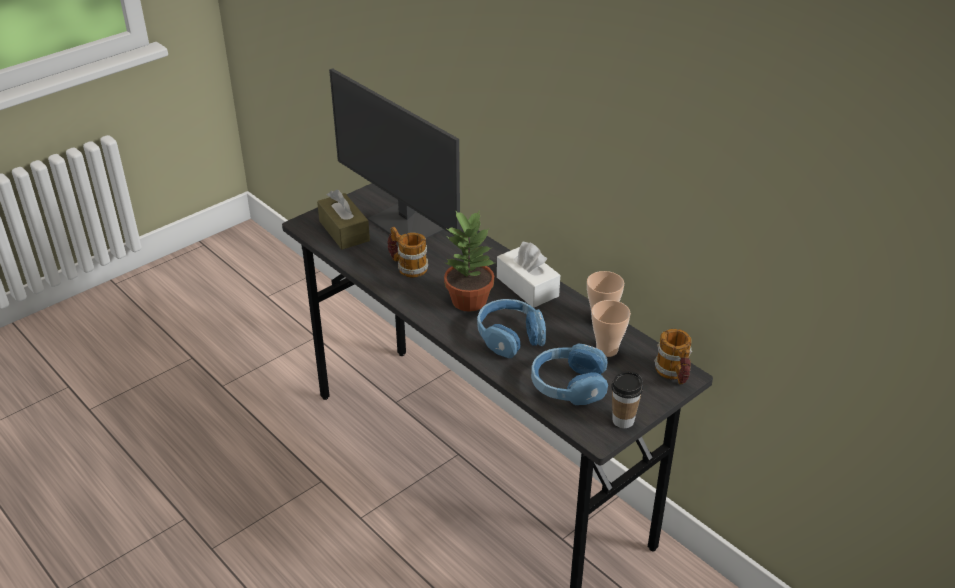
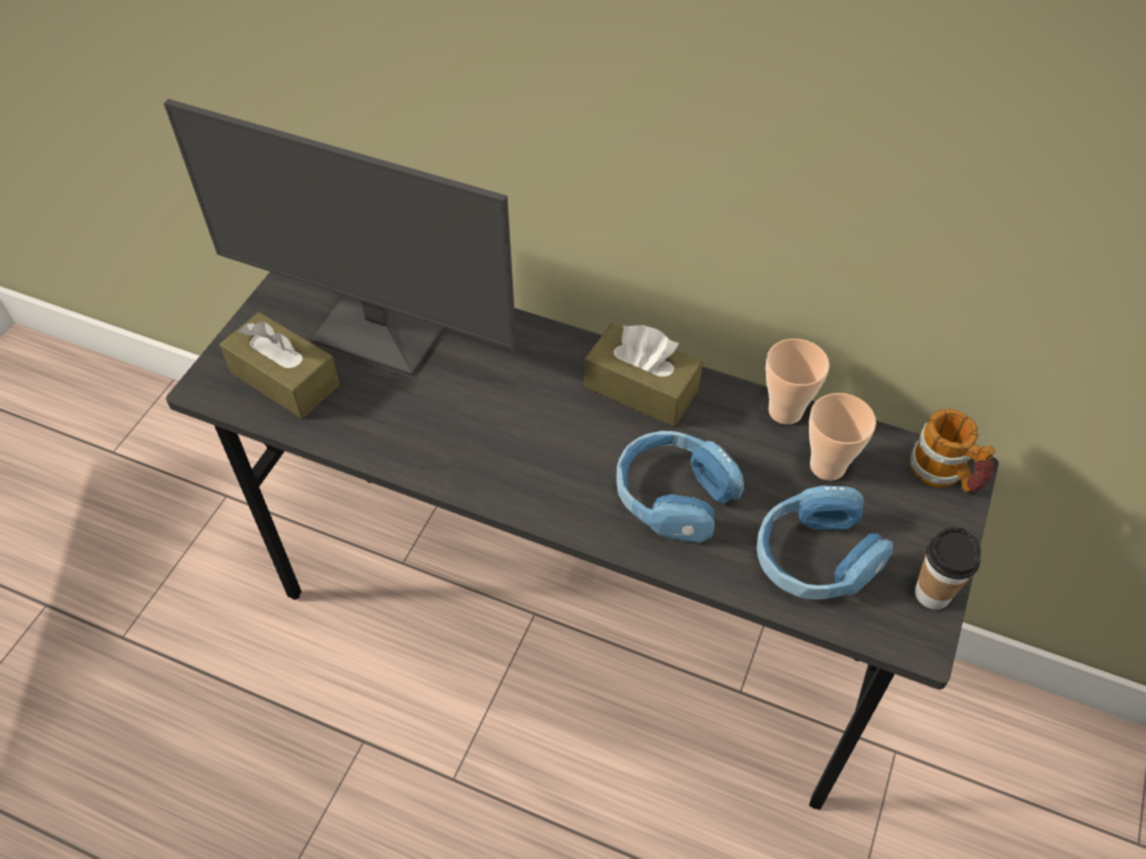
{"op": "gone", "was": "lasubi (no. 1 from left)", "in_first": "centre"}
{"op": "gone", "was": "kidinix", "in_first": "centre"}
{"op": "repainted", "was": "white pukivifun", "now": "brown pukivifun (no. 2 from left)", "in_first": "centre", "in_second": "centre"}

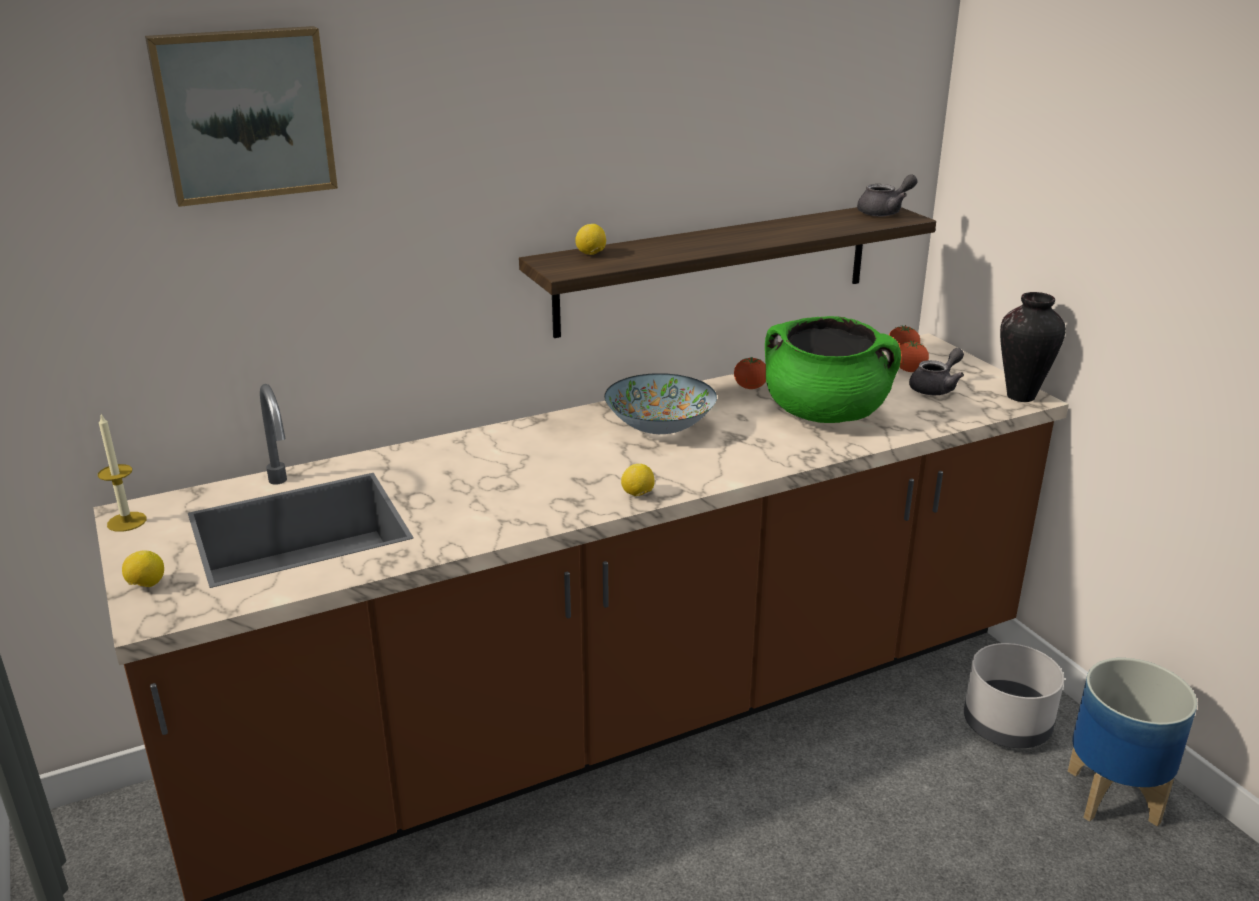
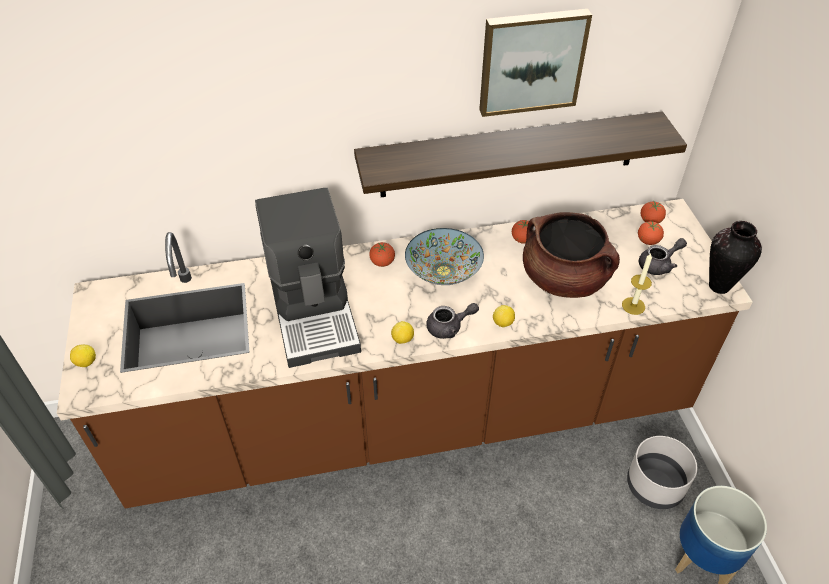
{"op": "new", "now": "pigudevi", "in_second": "centre"}
{"op": "new", "now": "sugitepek (no. 1 from left)", "in_second": "centre"}
{"op": "shifted", "was": "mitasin", "in_first": "middle left", "in_second": "middle right"}
{"op": "shifted", "was": "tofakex", "in_first": "top left", "in_second": "top centre"}
{"op": "shifted", "was": "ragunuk (no. 2 from left in the first image)", "now": "ragunuk (no. 3 from left)", "in_first": "top centre", "in_second": "centre"}
{"op": "shifted", "was": "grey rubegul (no. 1 from left)", "in_first": "top right", "in_second": "centre"}
{"op": "repainted", "was": "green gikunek", "now": "brown gikunek", "in_first": "centre", "in_second": "middle right"}

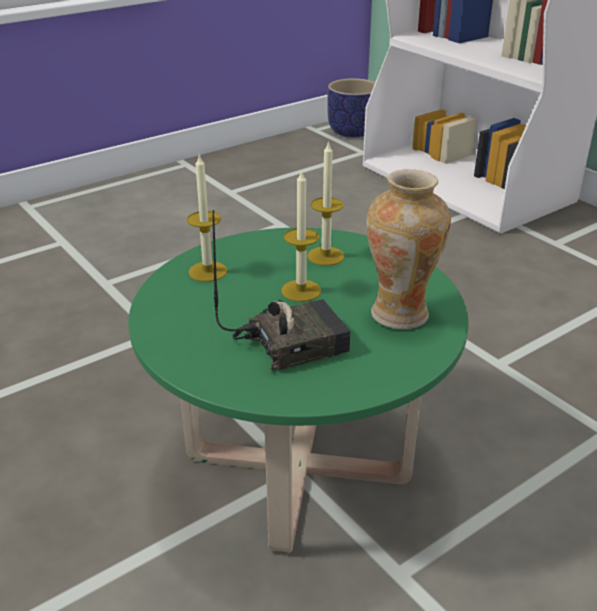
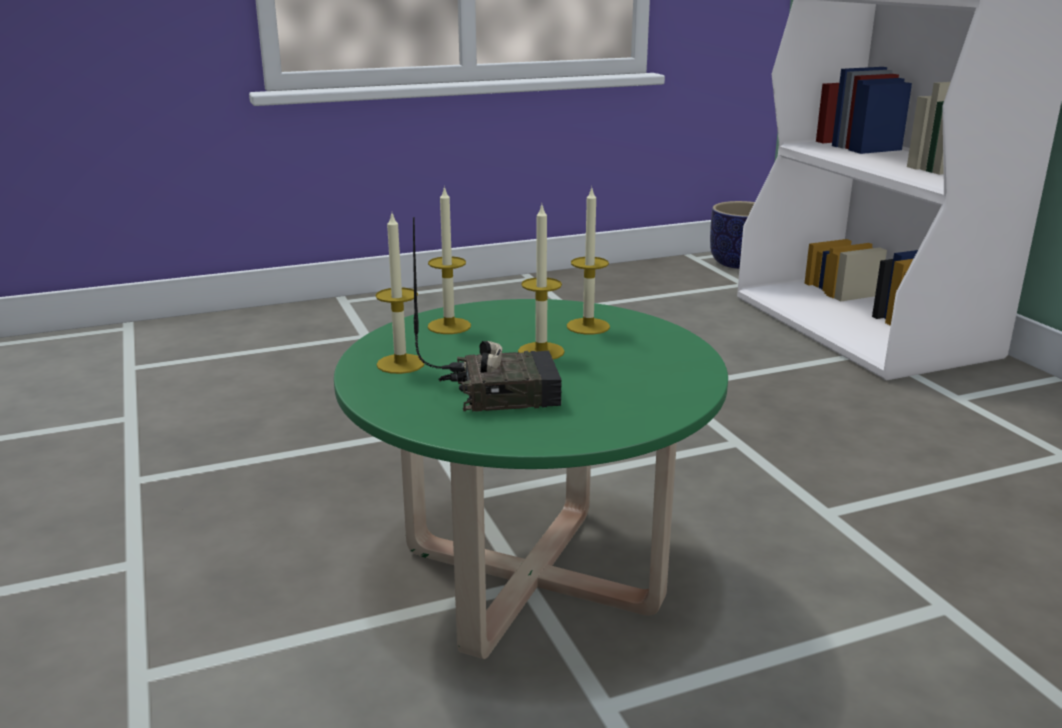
{"op": "gone", "was": "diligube", "in_first": "middle right"}
{"op": "new", "now": "mitasin (no. 1 from left)", "in_second": "centre"}

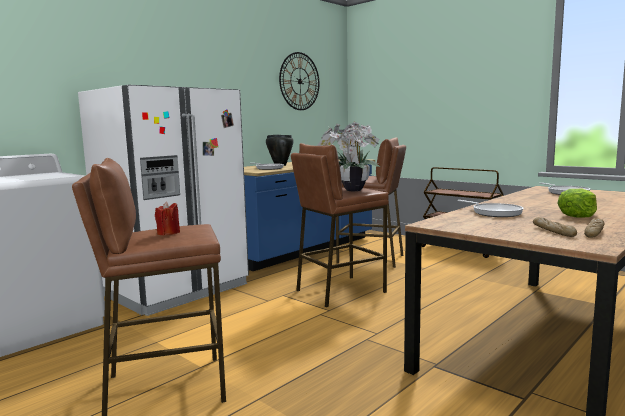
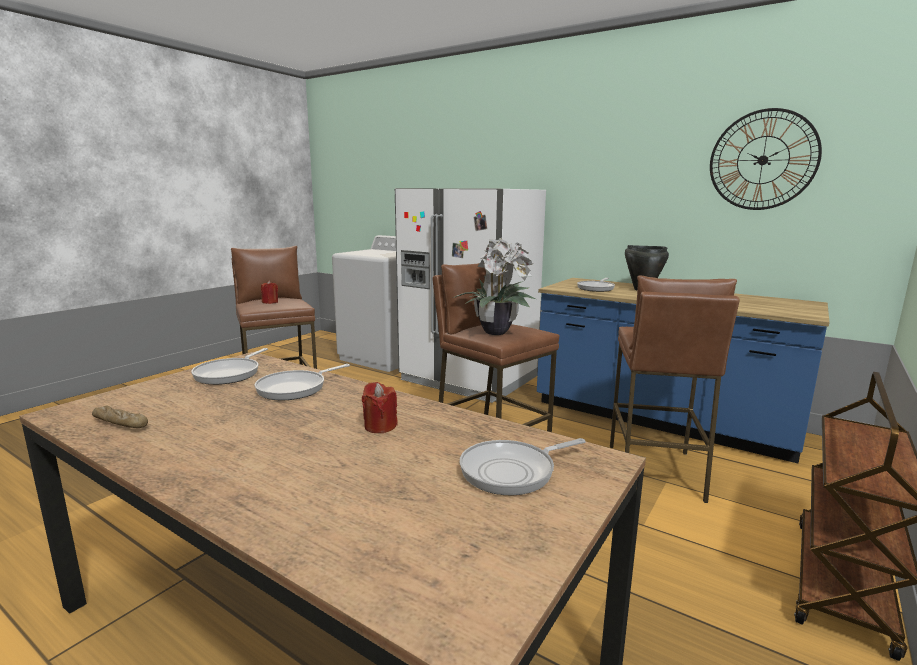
{"op": "gone", "was": "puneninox (no. 1 from left)", "in_first": "middle right"}
{"op": "gone", "was": "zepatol", "in_first": "middle right"}
{"op": "new", "now": "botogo (no. 1 from left)", "in_second": "middle left"}
{"op": "new", "now": "red mitasin (no. 2 from left)", "in_second": "centre"}

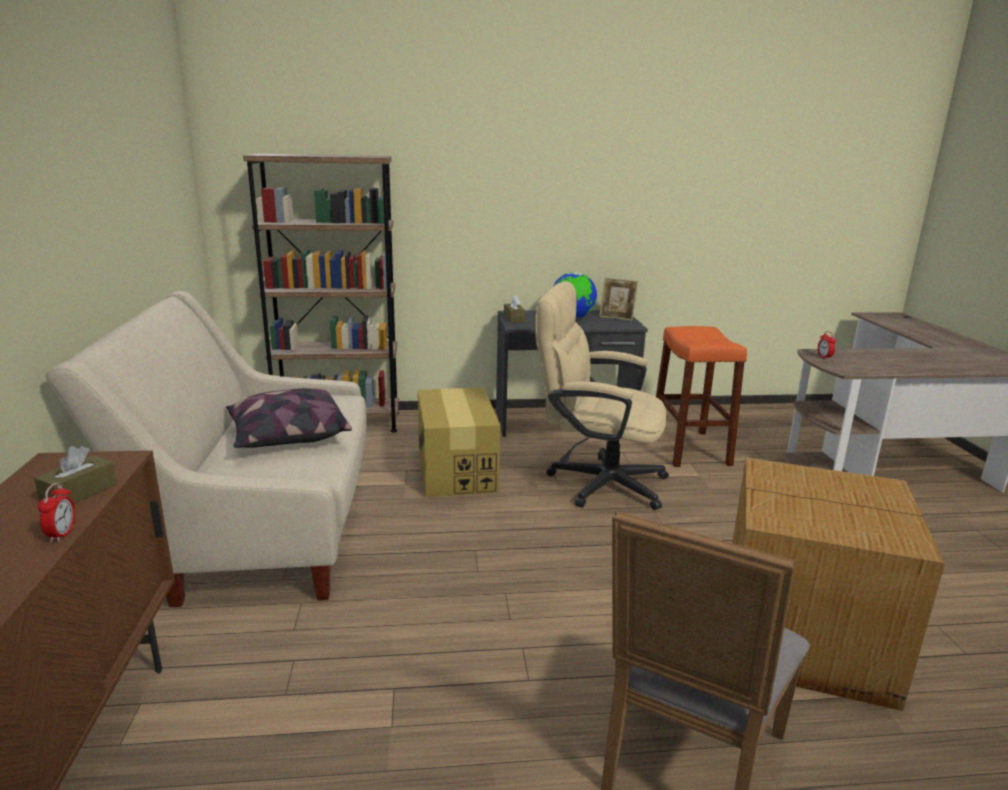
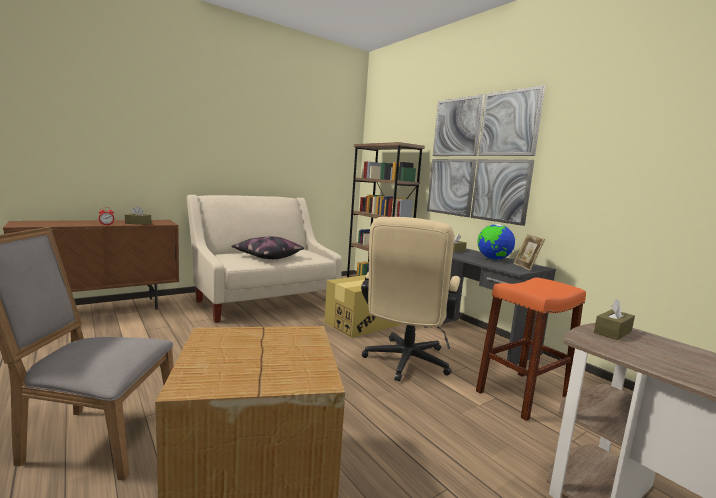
{"op": "new", "now": "tofakex", "in_second": "top right"}
{"op": "swapped", "was": "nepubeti (no. 2 from left)", "now": "brown pukivifun (no. 3 from left)", "in_first": "middle right", "in_second": "middle right"}
{"op": "rotated", "was": "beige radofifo", "in_first": "centre", "in_second": "centre", "clockwise": -150}

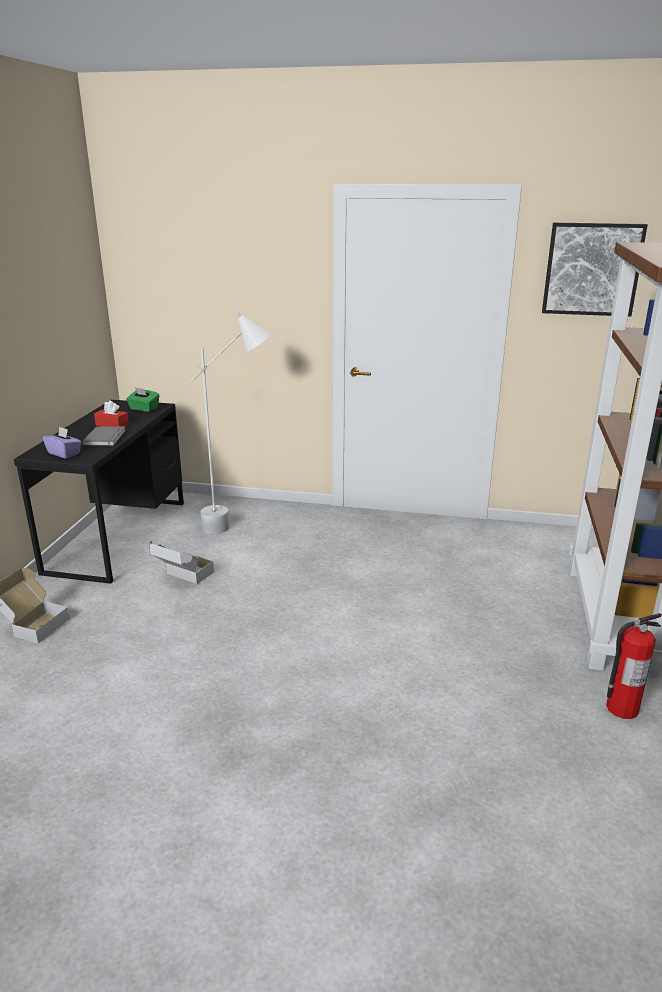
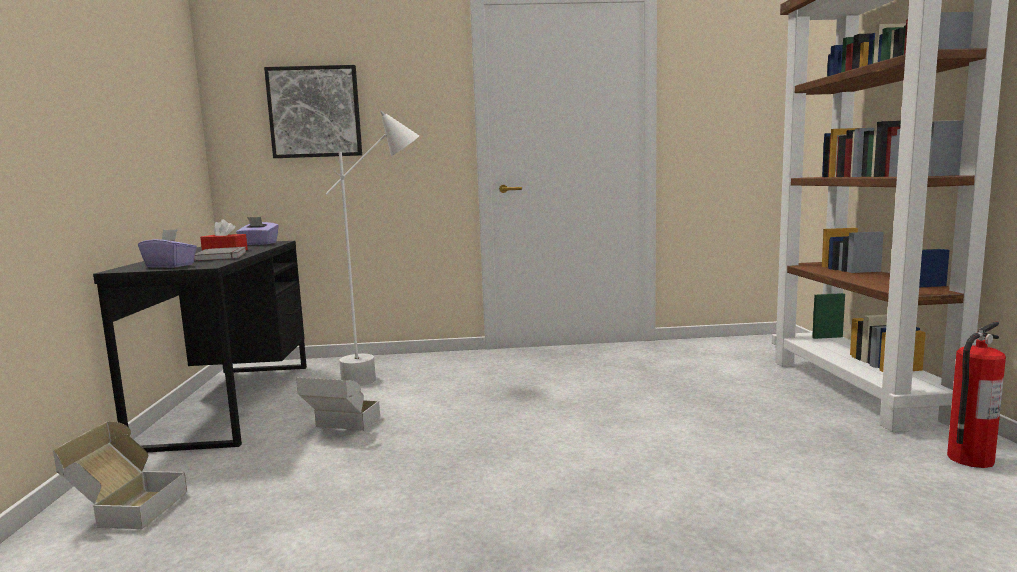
{"op": "shifted", "was": "tofakex", "in_first": "top right", "in_second": "top left"}
{"op": "repainted", "was": "green pukivifun", "now": "purple pukivifun (no. 2 from left)", "in_first": "middle left", "in_second": "middle left"}

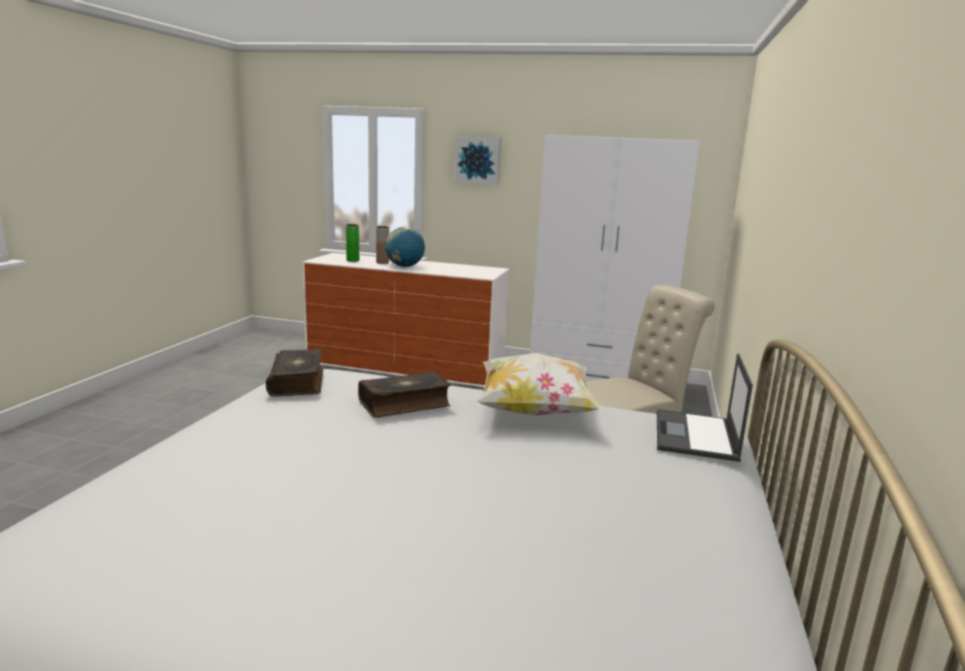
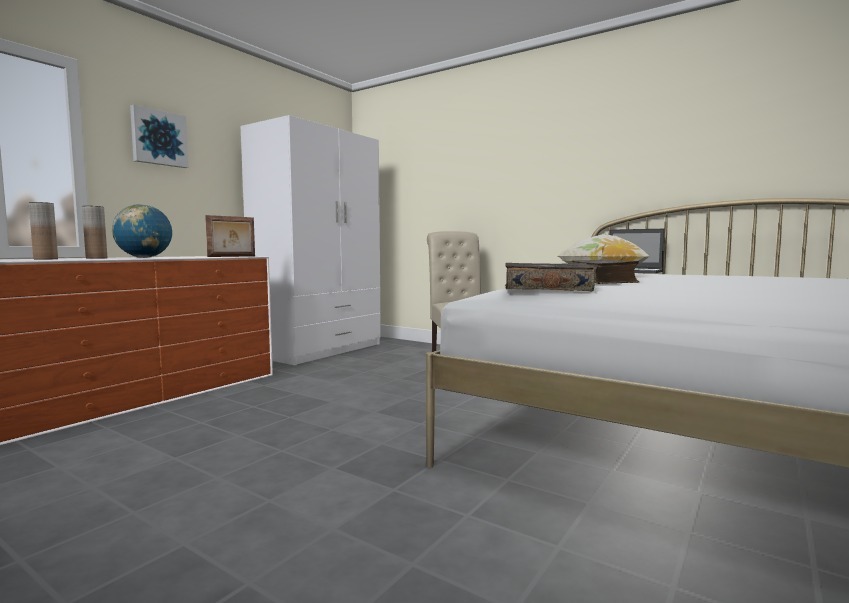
{"op": "new", "now": "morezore", "in_second": "middle left"}
{"op": "repainted", "was": "green diligube", "now": "brown diligube (no. 1 from left)", "in_first": "centre", "in_second": "middle left"}

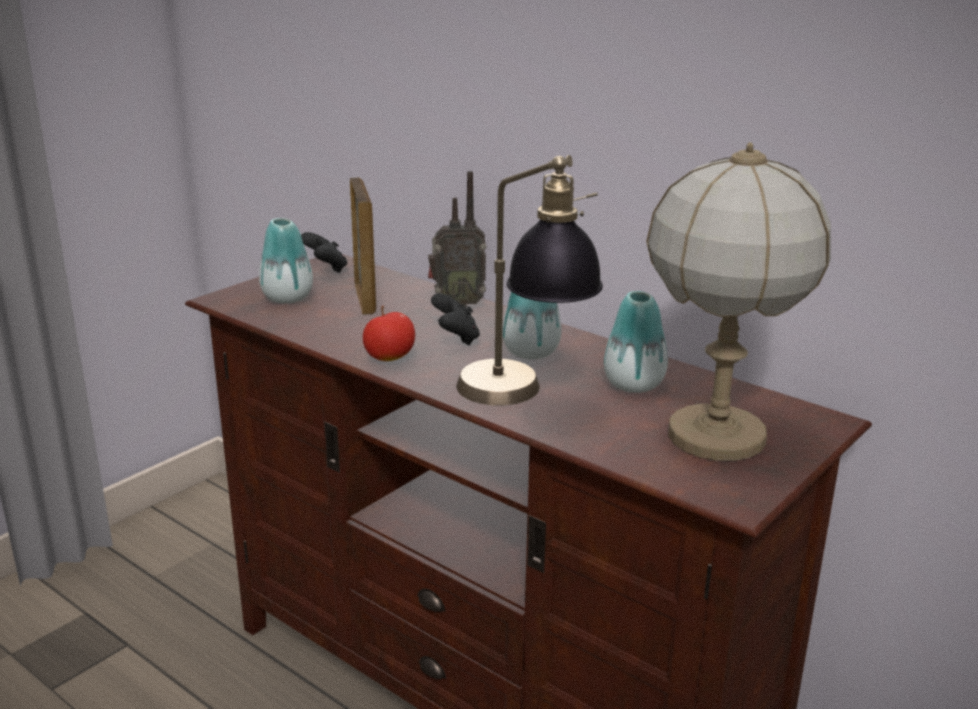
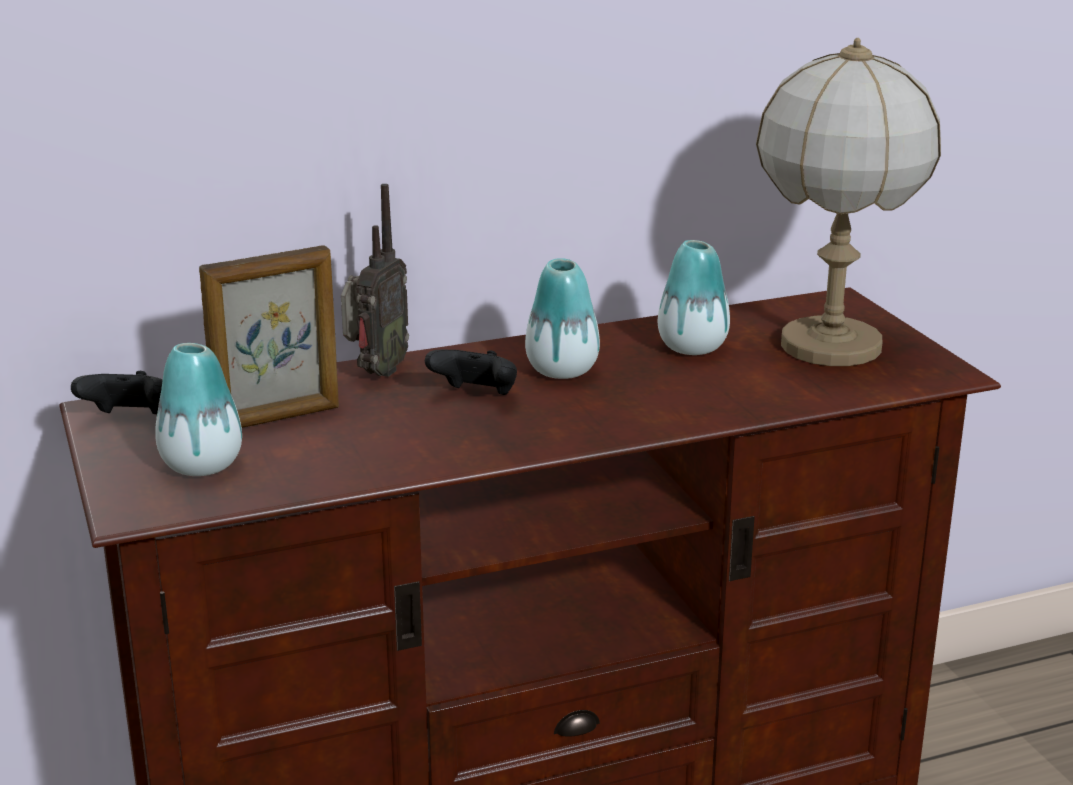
{"op": "gone", "was": "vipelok", "in_first": "centre"}
{"op": "gone", "was": "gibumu (no. 1 from left)", "in_first": "centre"}
{"op": "rotated", "was": "morezore", "in_first": "centre", "in_second": "middle left", "clockwise": 135}

